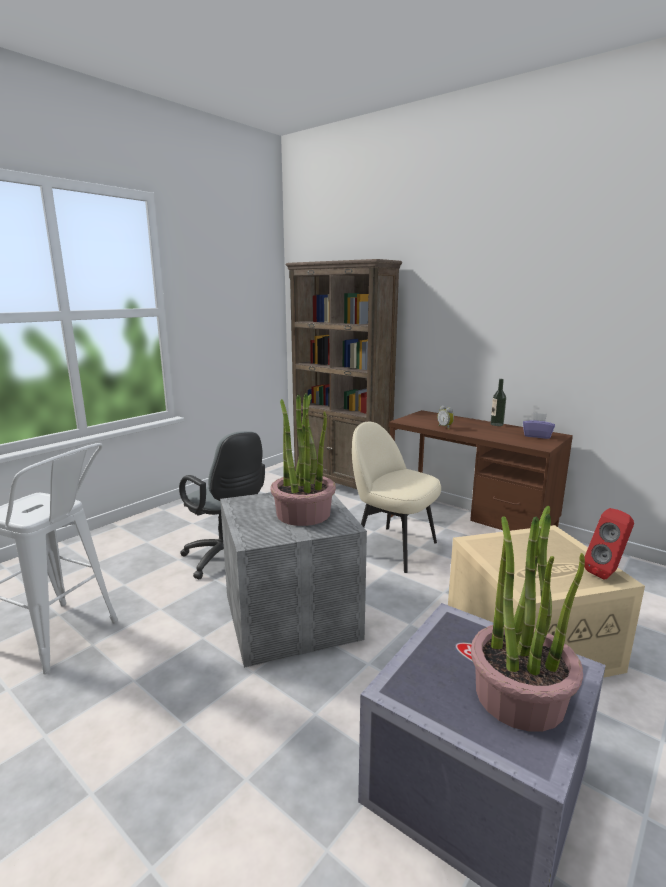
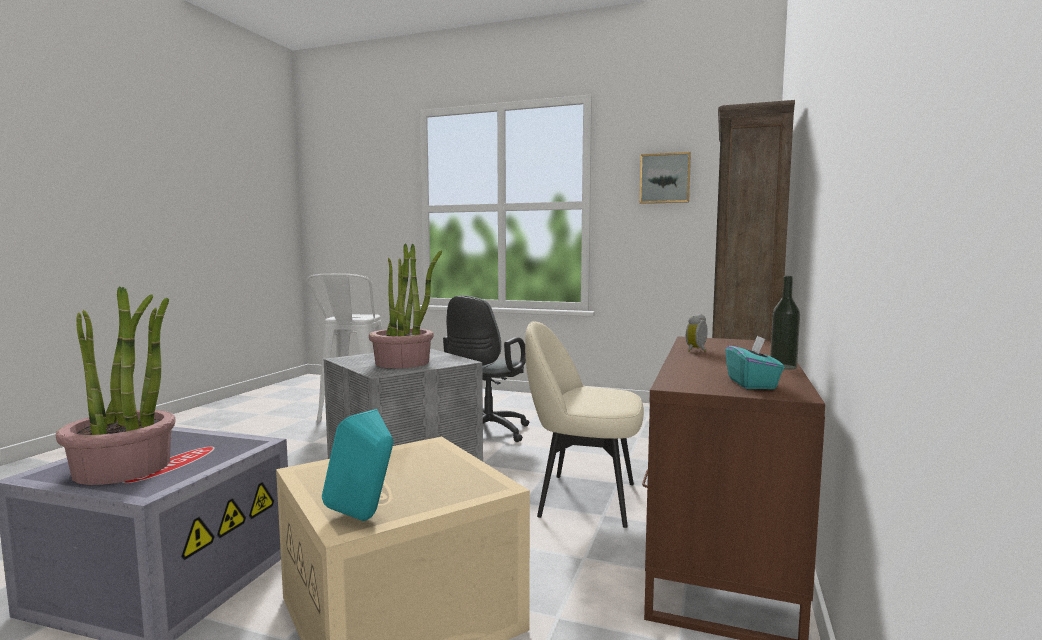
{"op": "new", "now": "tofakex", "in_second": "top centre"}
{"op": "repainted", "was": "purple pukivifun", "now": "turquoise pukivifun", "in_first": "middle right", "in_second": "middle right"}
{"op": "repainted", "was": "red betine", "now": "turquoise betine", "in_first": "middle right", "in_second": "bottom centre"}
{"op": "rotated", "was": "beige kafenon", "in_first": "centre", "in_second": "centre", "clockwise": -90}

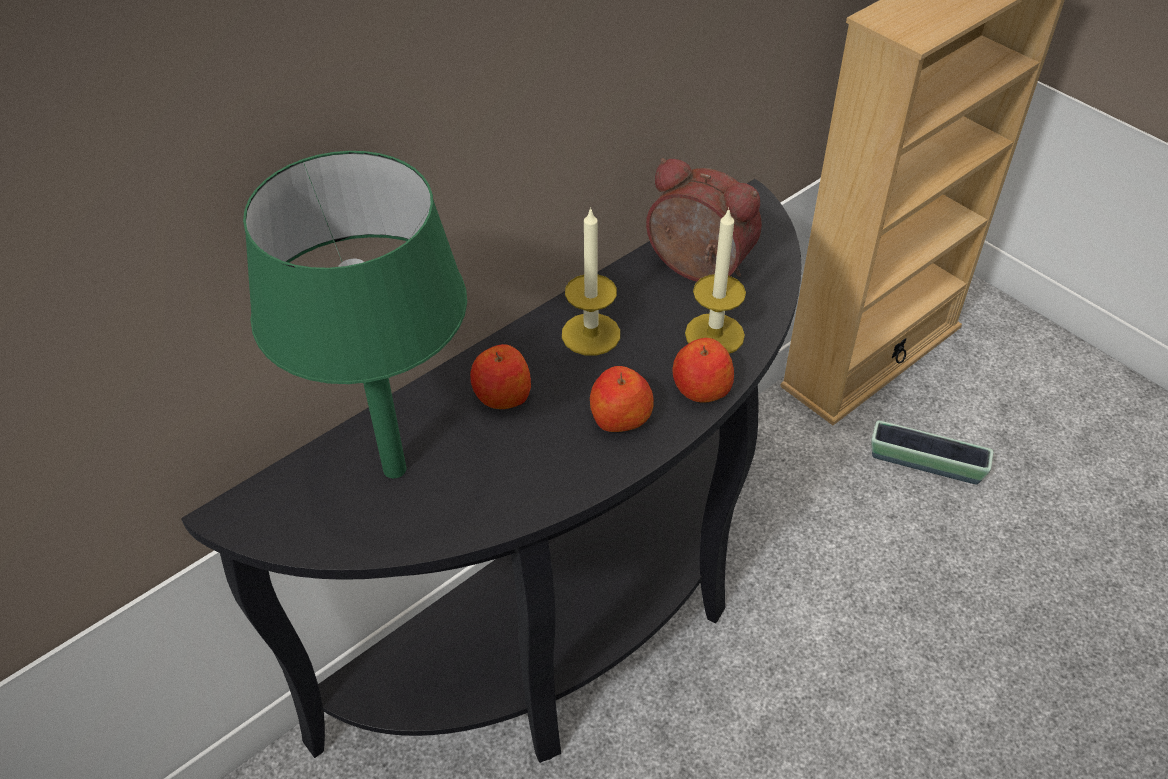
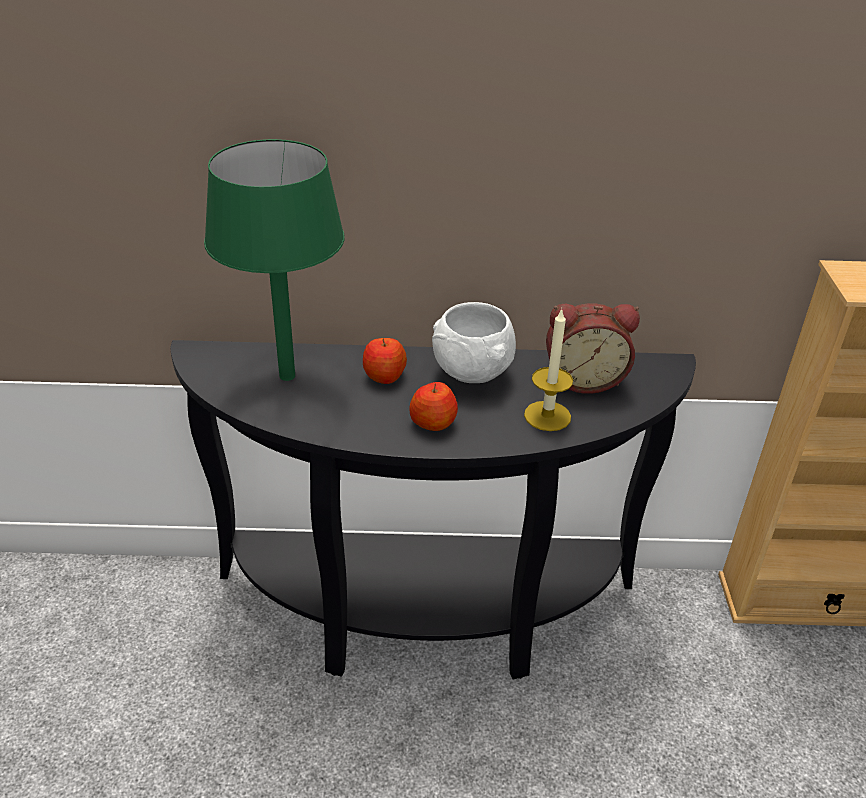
{"op": "gone", "was": "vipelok (no. 3 from left)", "in_first": "centre"}
{"op": "gone", "was": "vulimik", "in_first": "middle right"}
{"op": "swapped", "was": "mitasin (no. 1 from left)", "now": "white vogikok", "in_first": "centre", "in_second": "centre"}
{"op": "rotated", "was": "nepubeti", "in_first": "top centre", "in_second": "middle right", "clockwise": 105}

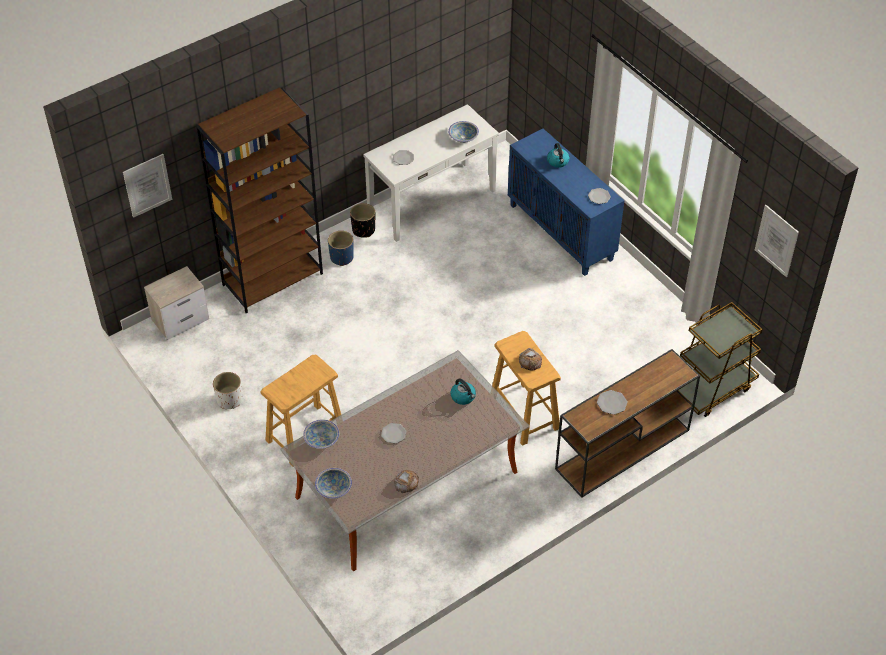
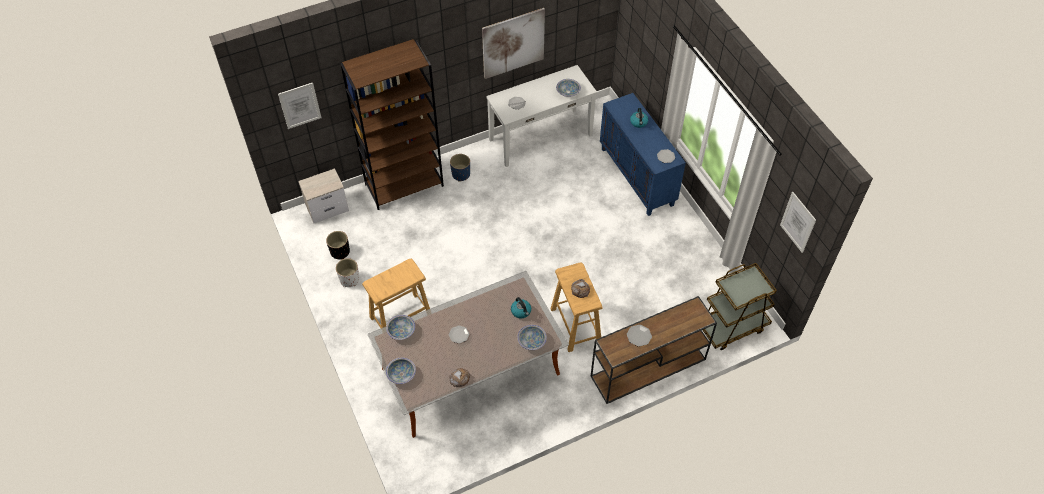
{"op": "new", "now": "tofakex (no. 2 from left)", "in_second": "top centre"}
{"op": "new", "now": "vogikok (no. 3 from left)", "in_second": "bottom centre"}
{"op": "shifted", "was": "black vulimik", "in_first": "centre", "in_second": "middle left"}

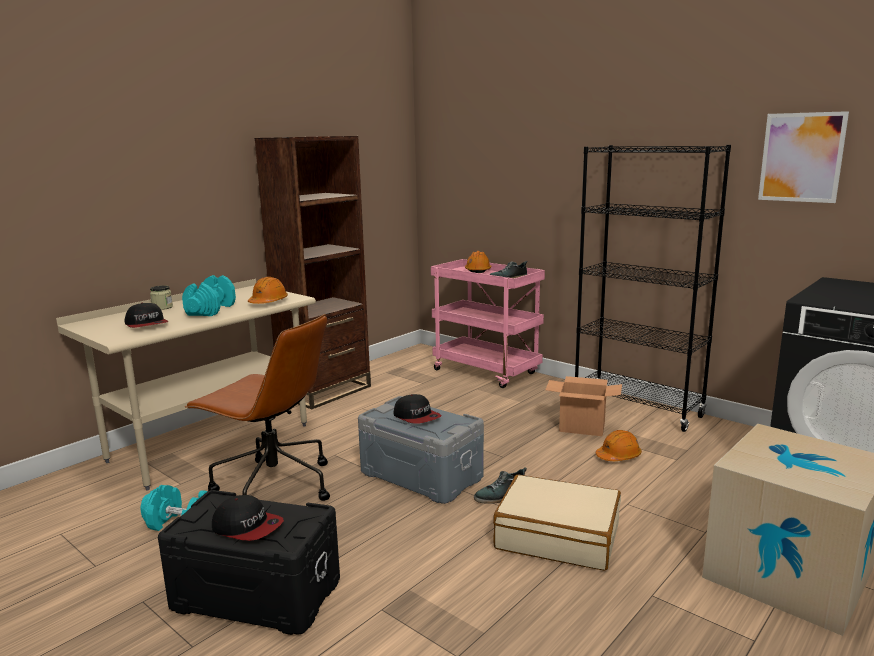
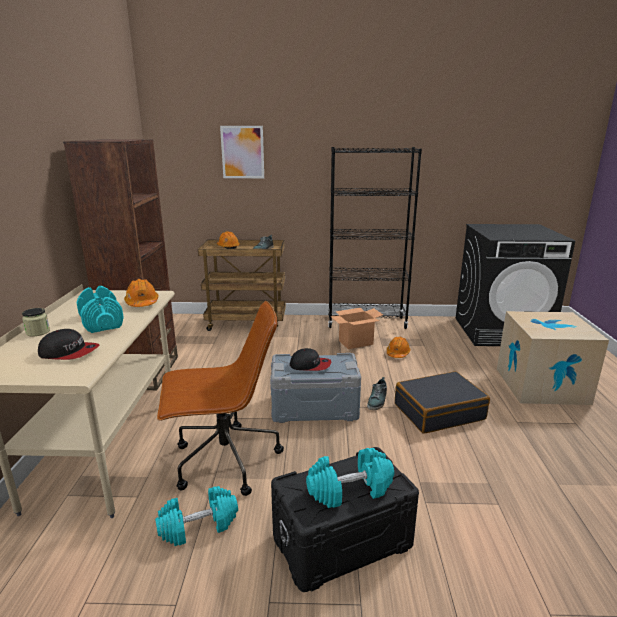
{"op": "shifted", "was": "tofakex", "in_first": "top right", "in_second": "top centre"}
{"op": "swapped", "was": "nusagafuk (no. 2 from left)", "now": "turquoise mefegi (no. 3 from left)", "in_first": "bottom left", "in_second": "bottom centre"}
{"op": "repainted", "was": "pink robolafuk", "now": "brown robolafuk", "in_first": "centre", "in_second": "centre"}
{"op": "repainted", "was": "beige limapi", "now": "black limapi", "in_first": "bottom centre", "in_second": "middle right"}

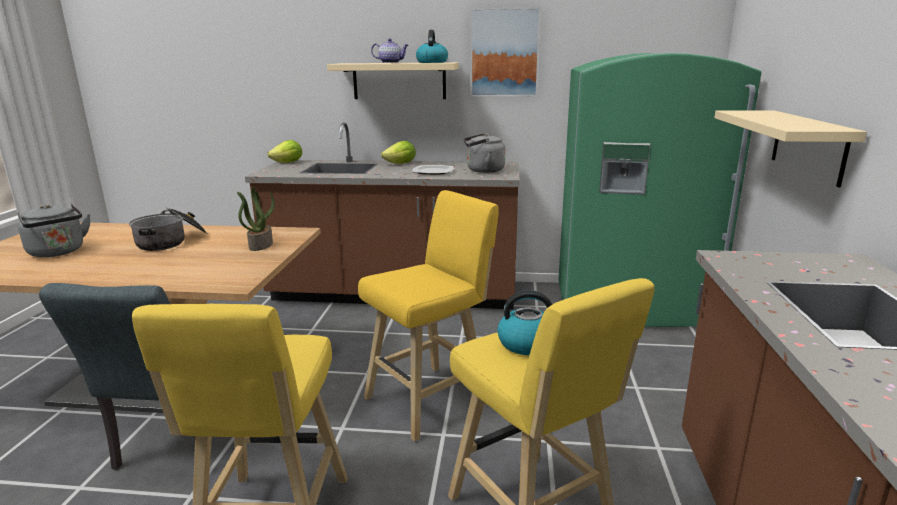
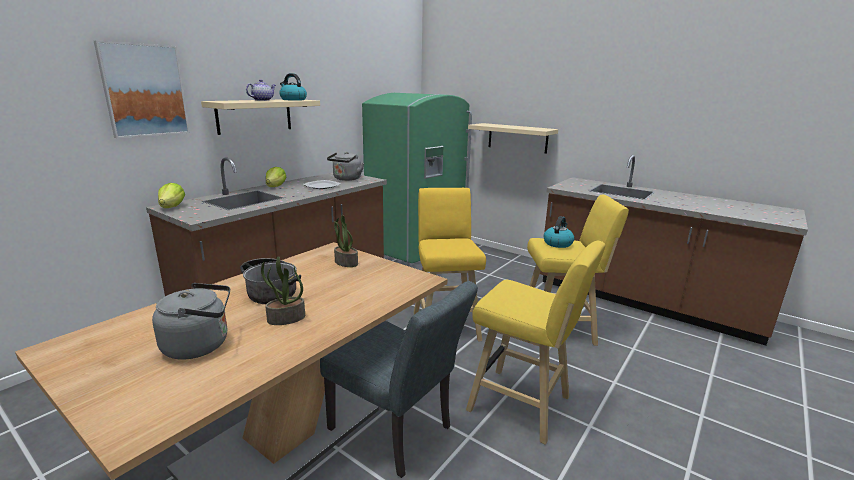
{"op": "new", "now": "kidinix (no. 1 from left)", "in_second": "middle left"}
{"op": "shifted", "was": "tofakex", "in_first": "top centre", "in_second": "top left"}

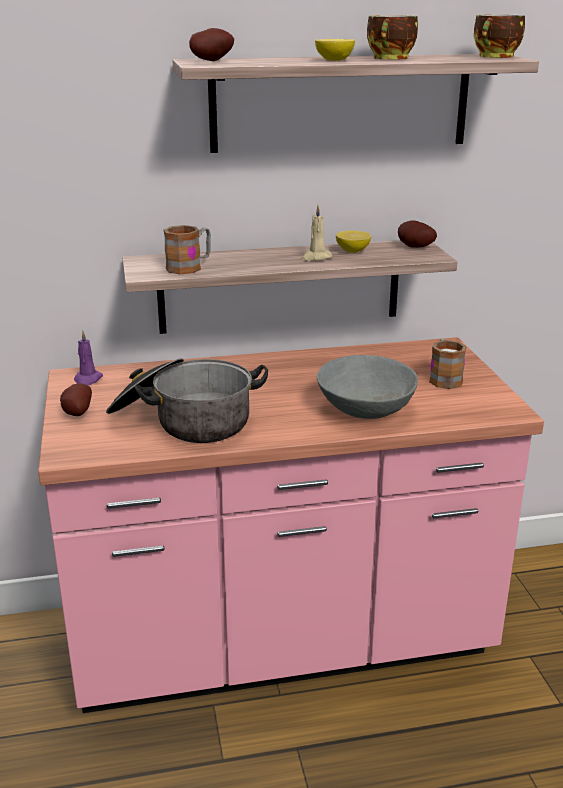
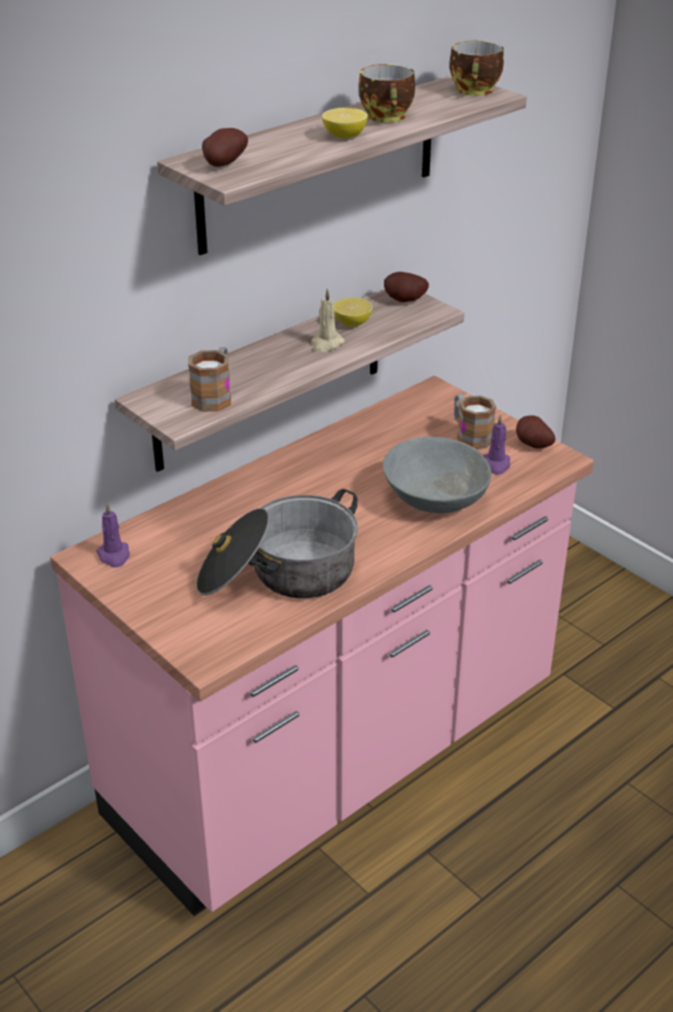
{"op": "new", "now": "purple mitasin (no. 2 from left)", "in_second": "middle right"}
{"op": "shifted", "was": "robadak (no. 1 from left in the first image)", "now": "robadak (no. 3 from left)", "in_first": "middle left", "in_second": "middle right"}

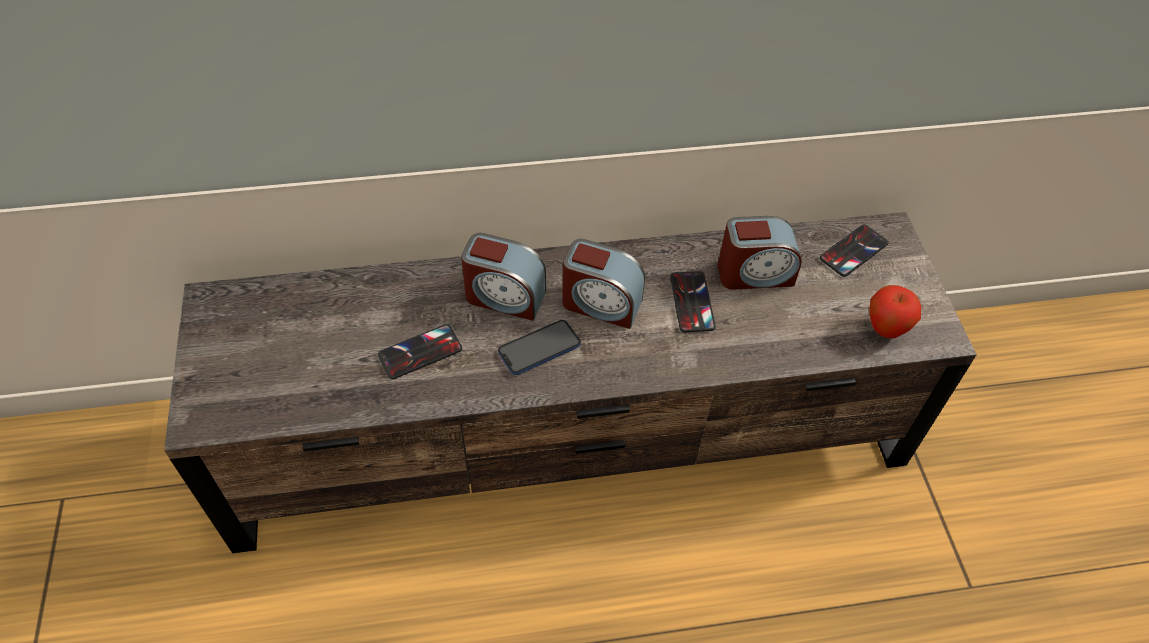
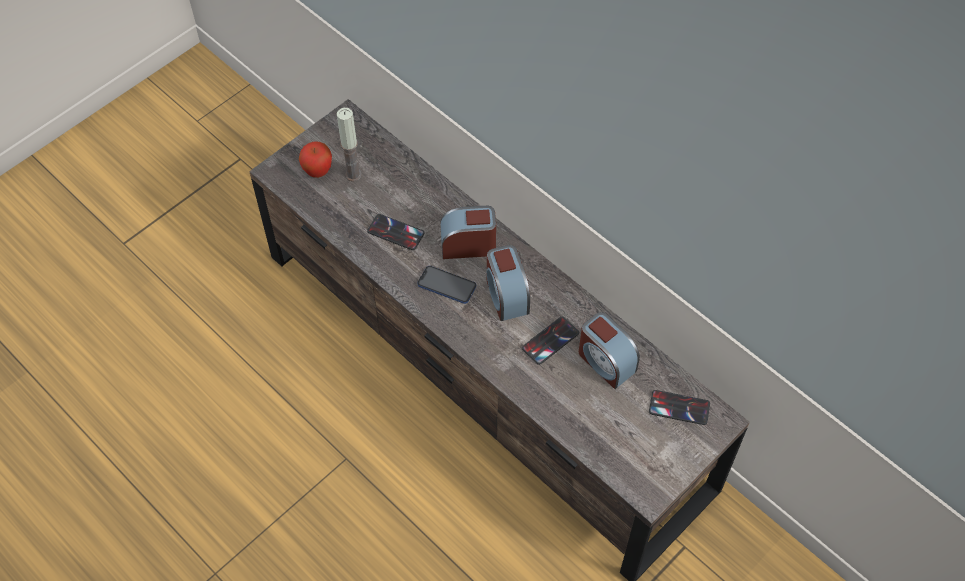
{"op": "new", "now": "mitasin", "in_second": "top centre"}
{"op": "shifted", "was": "vipelok", "in_first": "middle right", "in_second": "top left"}
{"op": "rotated", "was": "nepubeti (no. 1 from left)", "in_first": "centre", "in_second": "centre", "clockwise": 105}

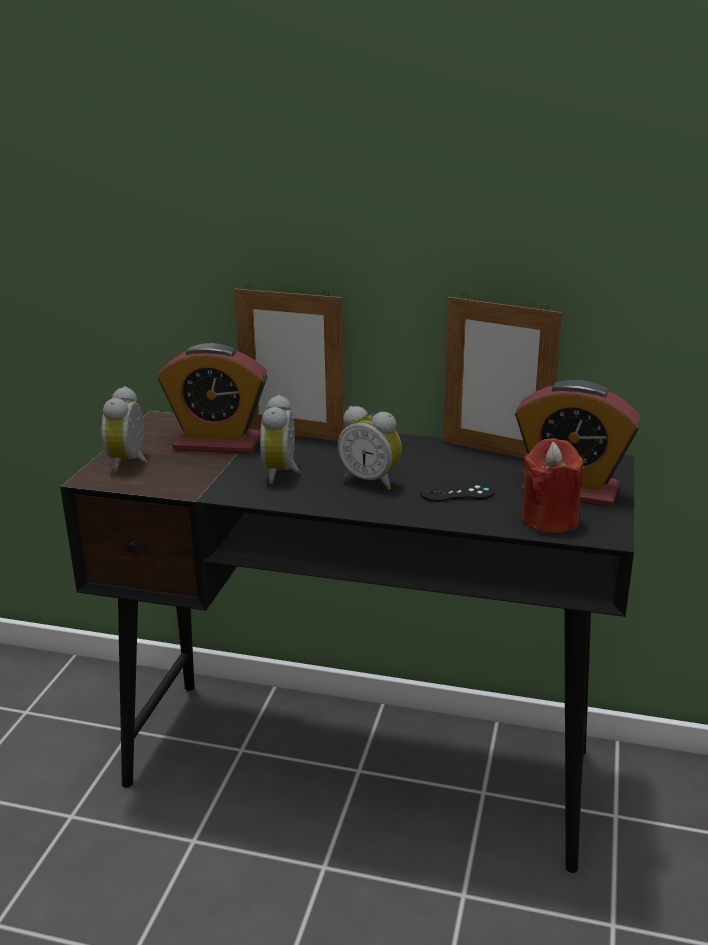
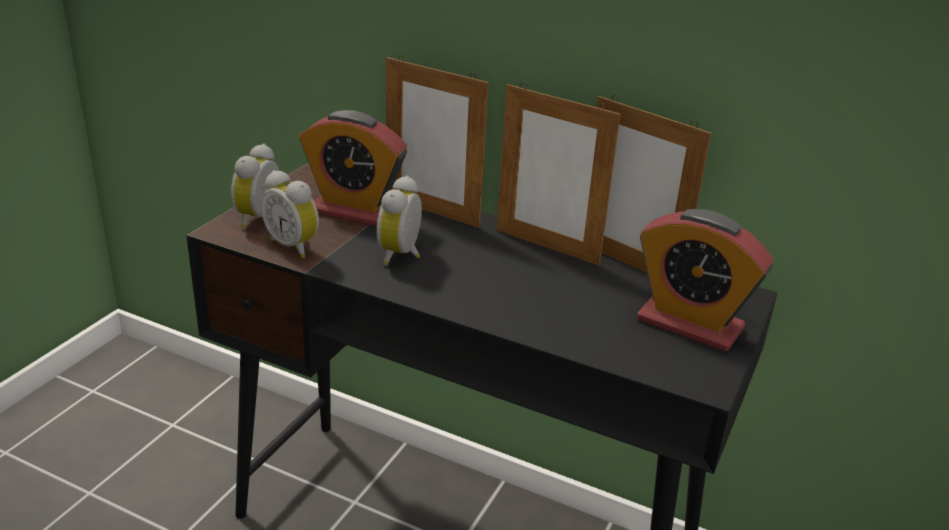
{"op": "gone", "was": "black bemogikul", "in_first": "centre"}
{"op": "gone", "was": "red mitasin", "in_first": "middle right"}
{"op": "new", "now": "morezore (no. 2 from left)", "in_second": "top centre"}
{"op": "shifted", "was": "nepubeti (no. 4 from left in the first image)", "now": "nepubeti (no. 2 from left)", "in_first": "centre", "in_second": "middle left"}

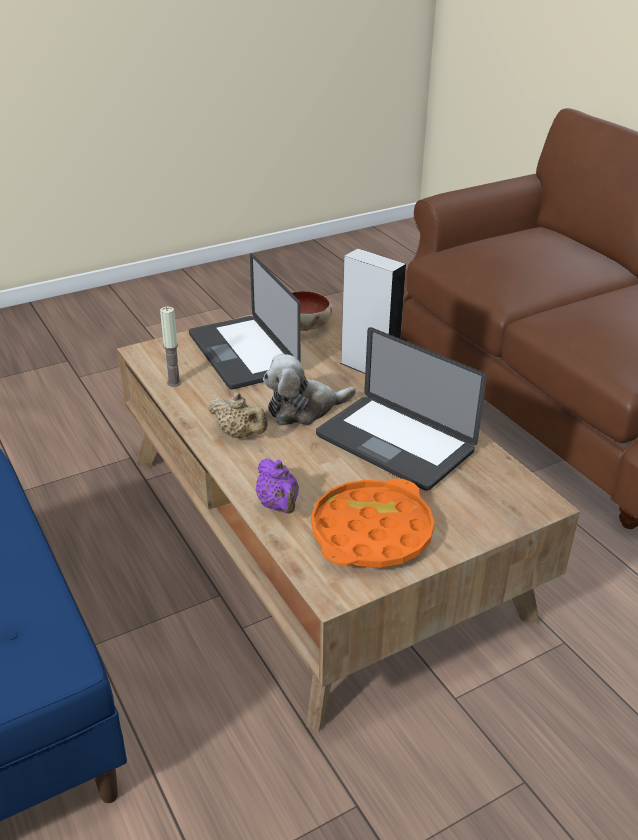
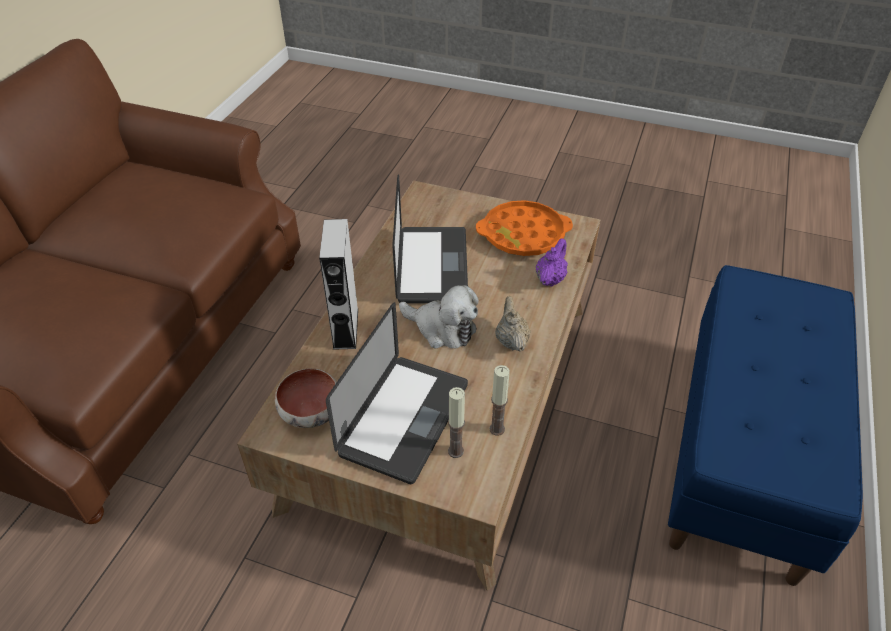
{"op": "new", "now": "mitasin (no. 1 from left)", "in_second": "bottom centre"}

